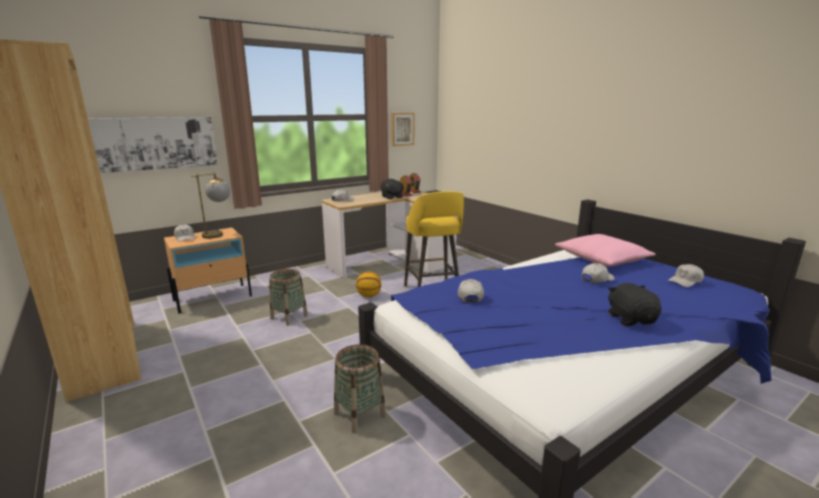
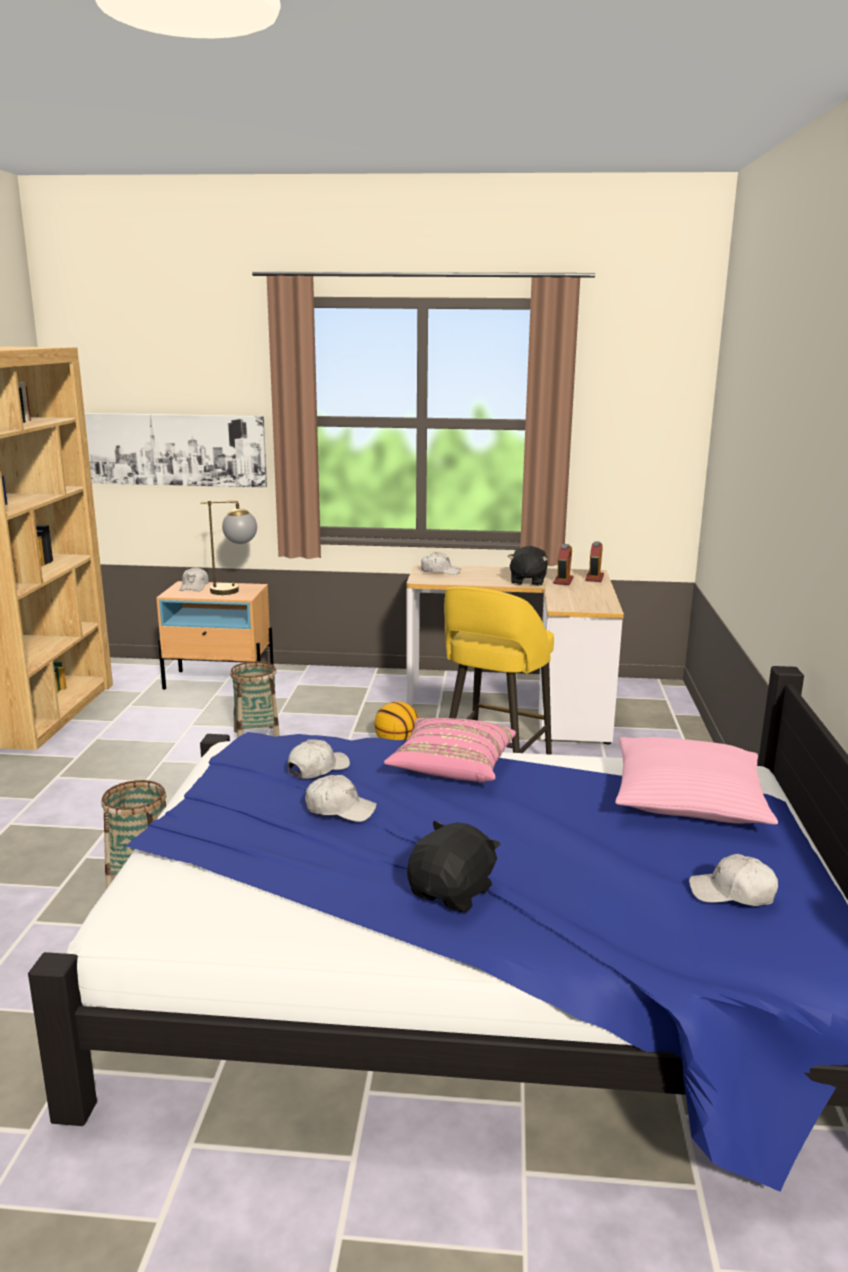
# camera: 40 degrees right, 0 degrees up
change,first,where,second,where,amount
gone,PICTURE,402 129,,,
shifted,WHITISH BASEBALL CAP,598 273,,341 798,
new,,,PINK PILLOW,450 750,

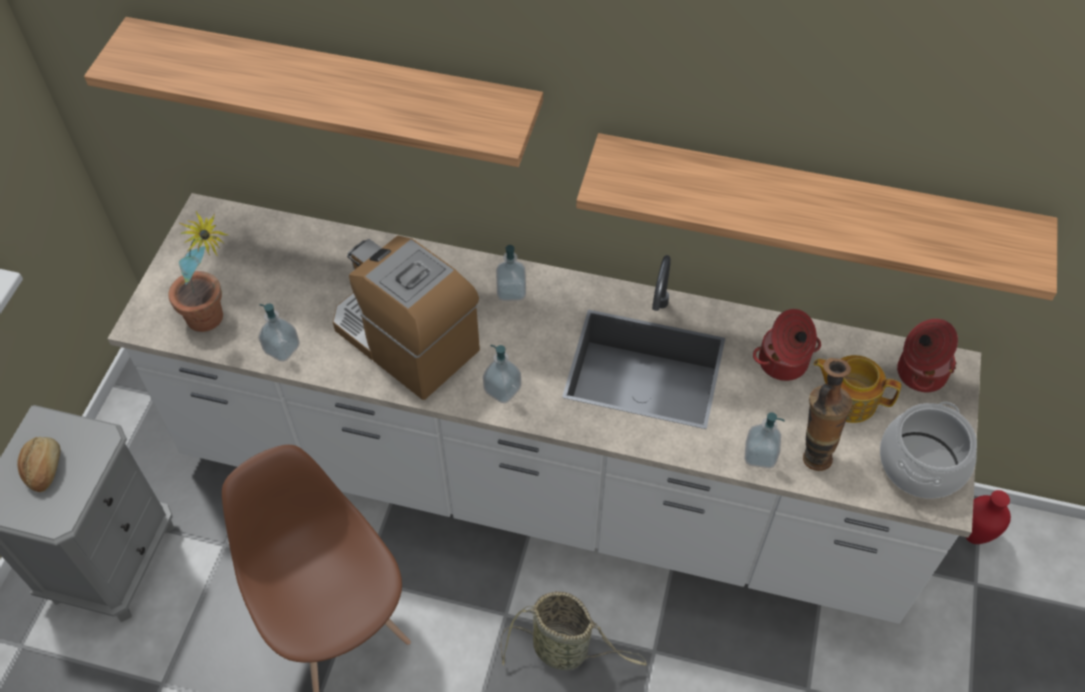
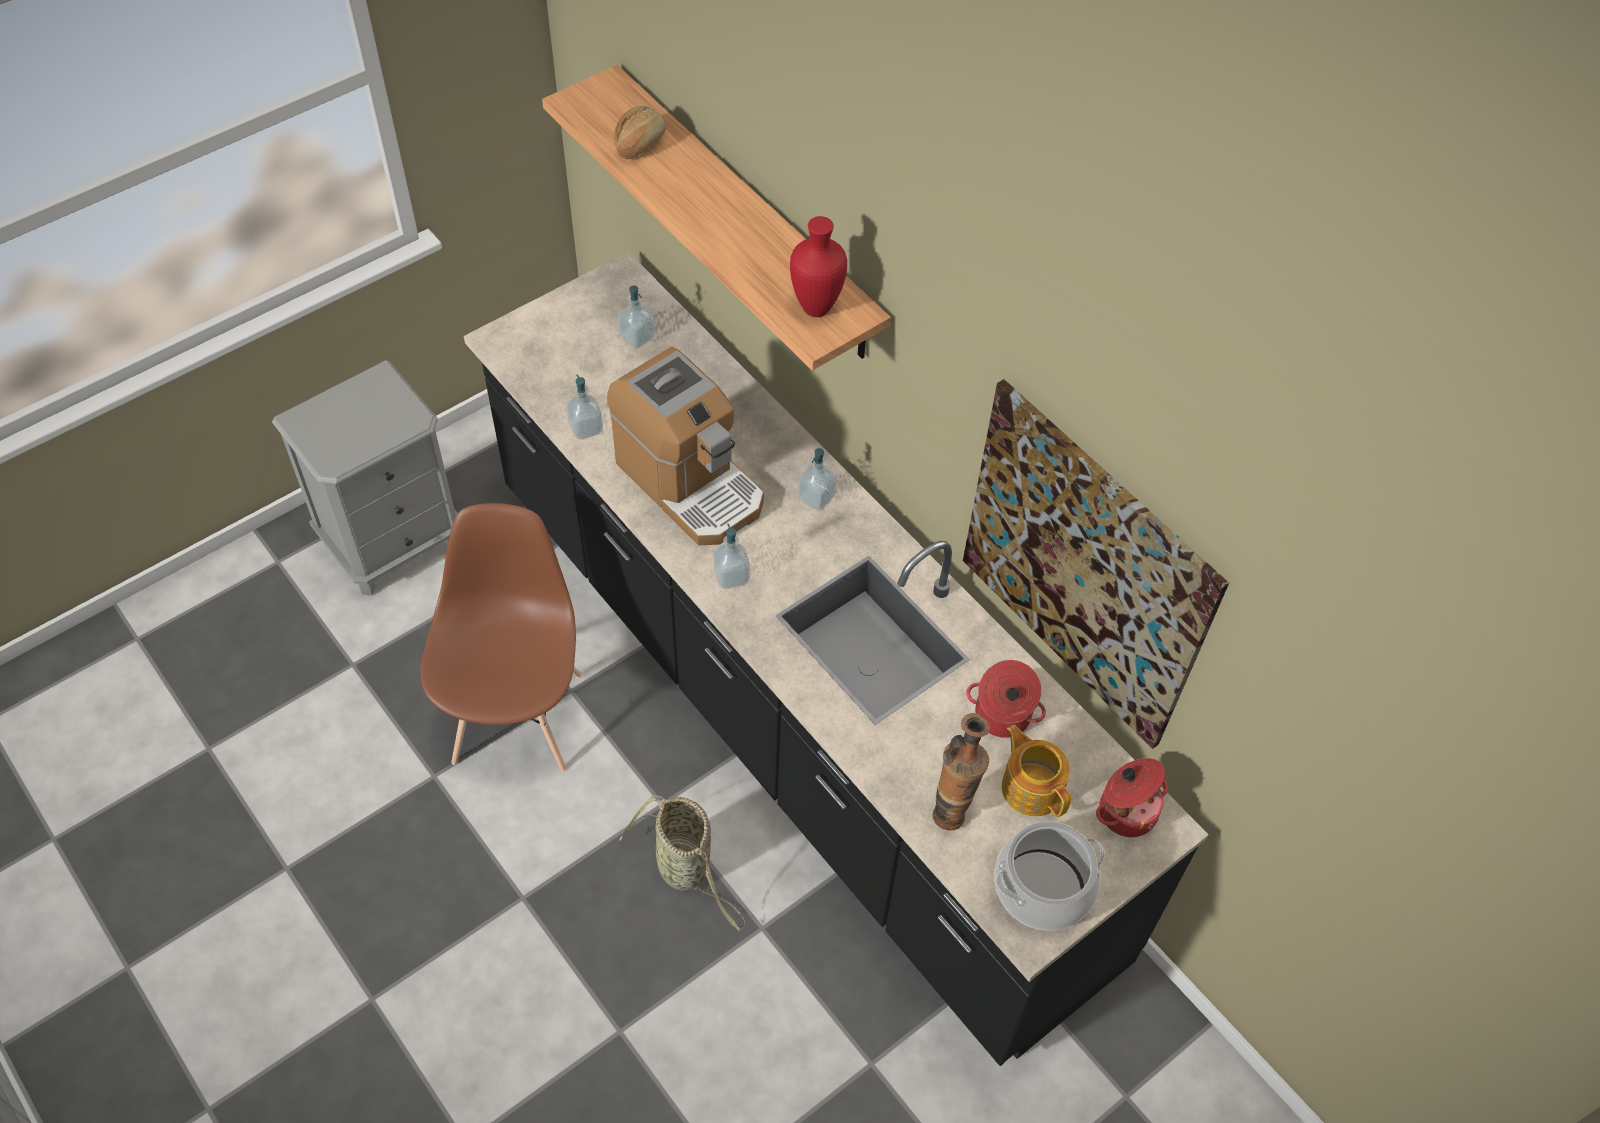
# camera: 35 degrees right, 0 degrees up
change,first,where,second,where,amount
swapped,WALL SHELF,817 217,PICTURE,1096 564,
repainted,WHITISH COUNTER,544 408,BLACK-COLOURED COUNTER,836 659,
gone,PLANT IN A POT,198 271,,,
rotated,COFFEE BREWER,406 318,,685 446,150 degrees clockwise
shifted,SOAP DISPENSER,764 440,,636 317,
shifted,BAKED BREAD,38 464,,640 132,
shifted,RED VASE,988 517,,818 266,

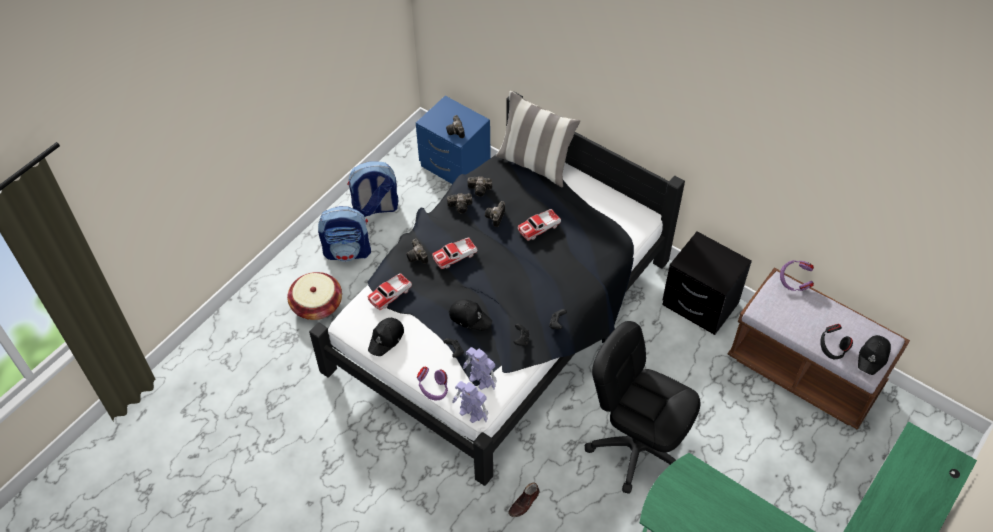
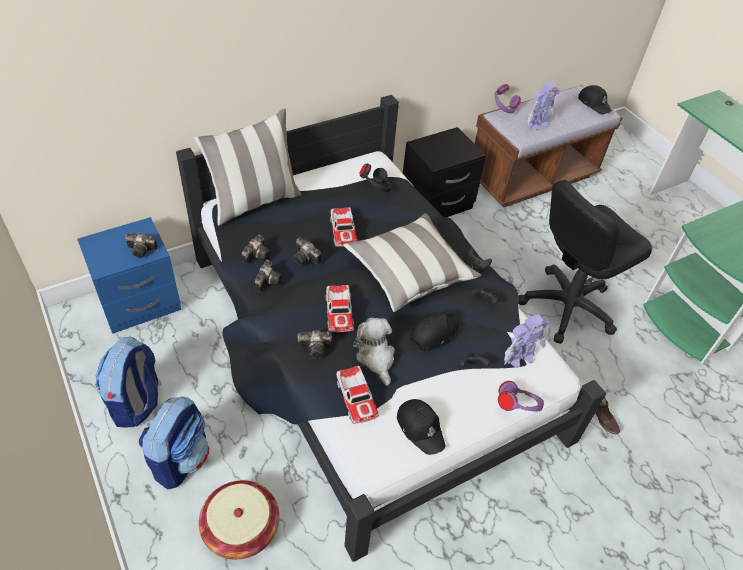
# camera: 70 degrees left, 5 degrees down
change,first,where,second,where,amount
shifted,BLACK-COLOURED HEADPHONES,836 341,,376 177,
shifted,MODEL ROBOT,470 402,,543 106,
new,,,PILLOW,412 262,
new,,,SOFT TOY,374 351,

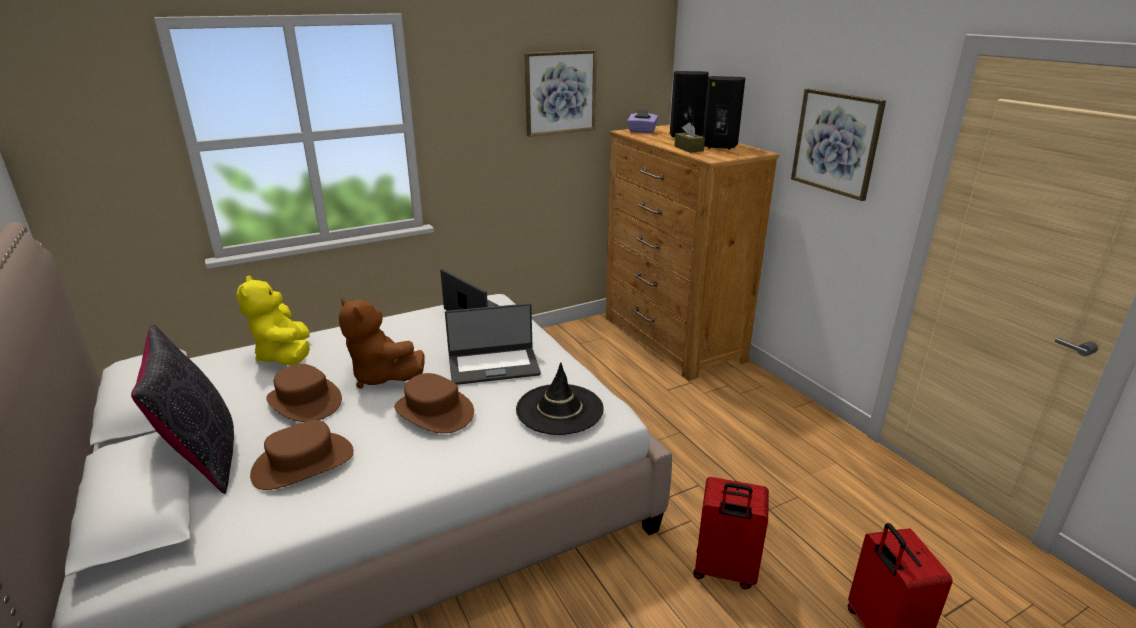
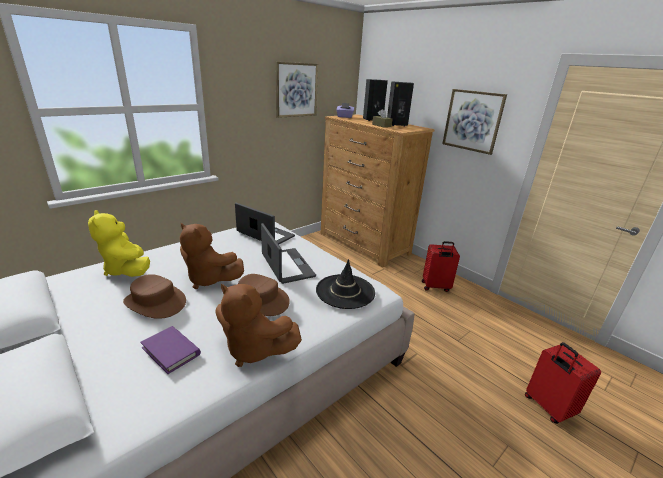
# camera: 15 degrees left, 0 degrees up
change,first,where,second,where,amount
rotated,LAPTOP,493 344,,288 253,90 degrees counterclockwise
gone,BLACK-COLOURED PILLOW,182 409,,,
swapped,BROWN-COLOURED CLOTHING HAT,302 455,PURPLE-COLOURED BOOK,170 350,
shifted,RED TRAVEL CASE,731 533,,441 266,
new,,,BROWN-COLOURED SOFT TOY,258 325,

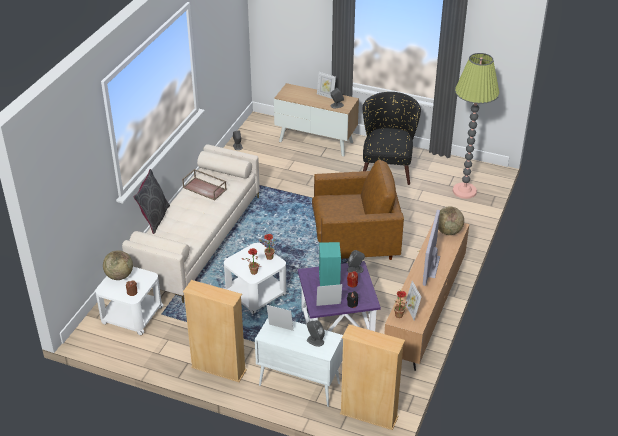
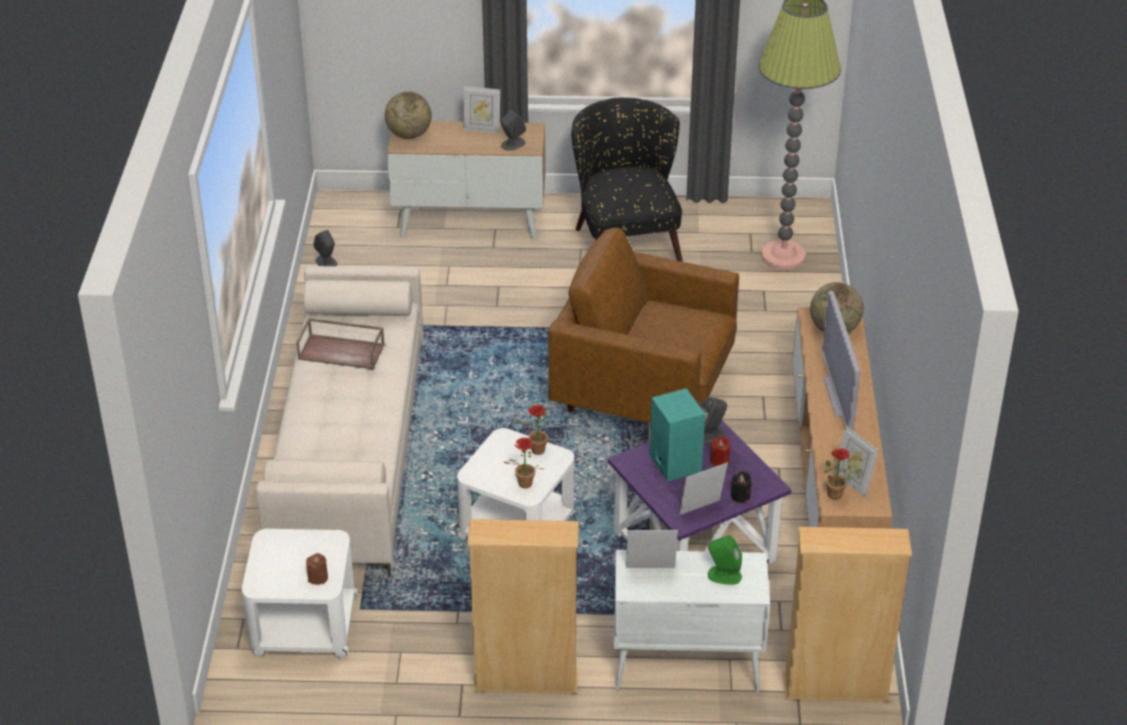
# camera: 20 degrees left, 0 degrees up
change,first,where,second,where,amount
rotated,BROWN-COLOURED LOUNGE CHAIR,358 210,,643 325,135 degrees counterclockwise
gone,GREYISH PILLOW,152 201,,,
shifted,GLOBE,118 265,,408 115,
repainted,GREYISH AUDIO SPEAKER,316 333,GREEN-COLOURED AUDIO SPEAKER,725 560,

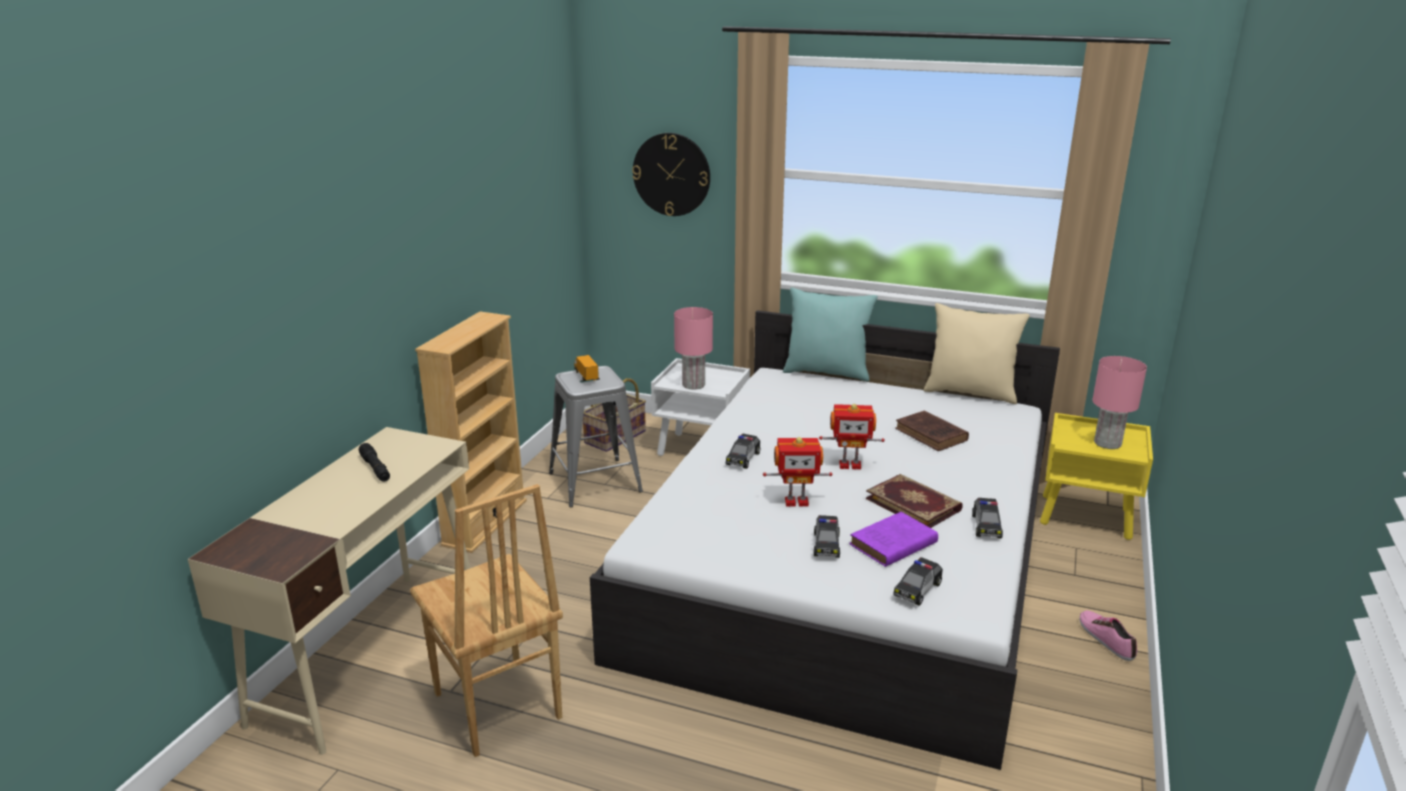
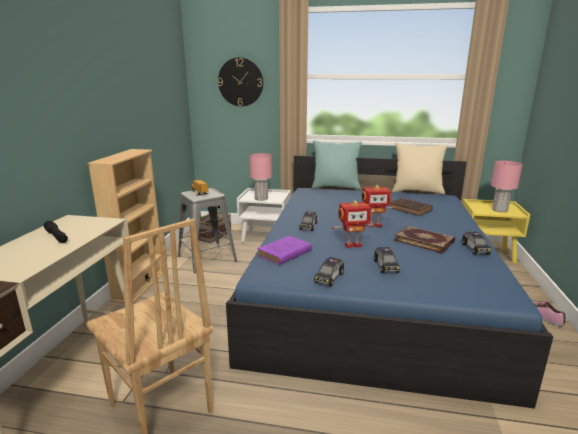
# camera: 10 degrees left, 5 degrees down
change,first,where,second,where,amount
repainted,WHITISH BEDROOM BED,825 540,BLUISH BEDROOM BED,389 282,
shifted,PURPLE-COLOURED BOOK,893 539,,284 250,
shifted,MINIATURE CAR,918 581,,329 272,

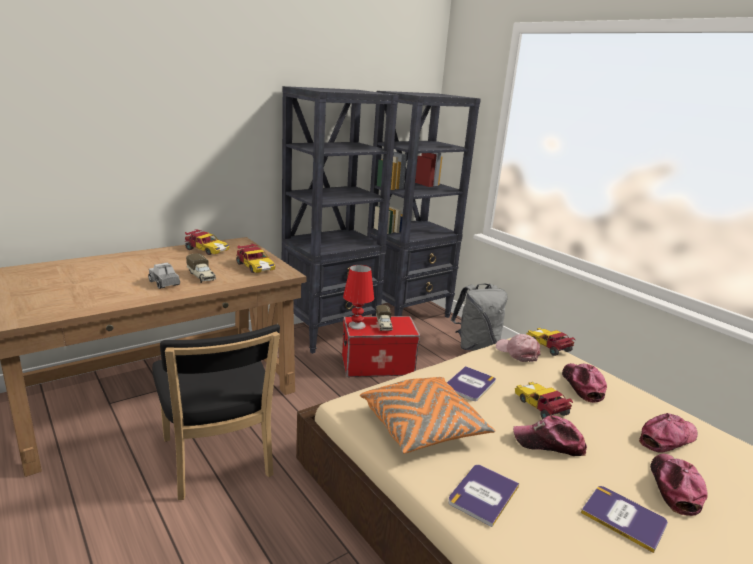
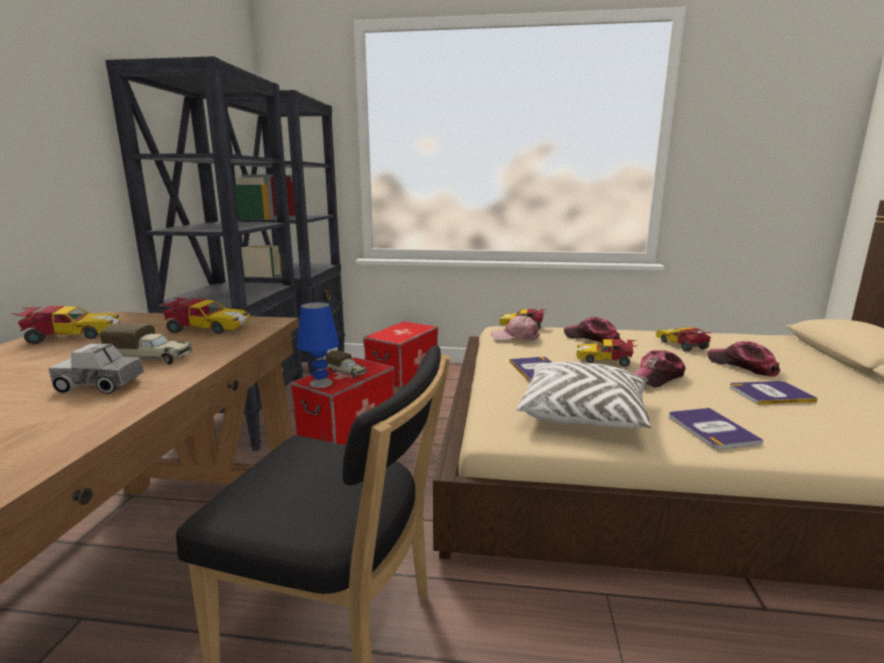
# camera: 45 degrees left, 5 degrees down
change,first,where,second,where,amount
repainted,RED LAMP FOR A TABLE,358 297,BLUISH LAMP FOR A TABLE,318 345,
swapped,GREYISH BACKPACK,479 316,STORAGE CONTAINER,400 354,
repainted,ORANGE-COLOURED PILLOW,427 415,WHITISH PILLOW,584 395,
swapped,BASEBALL CAP,668 433,MINIATURE CAR,684 339,

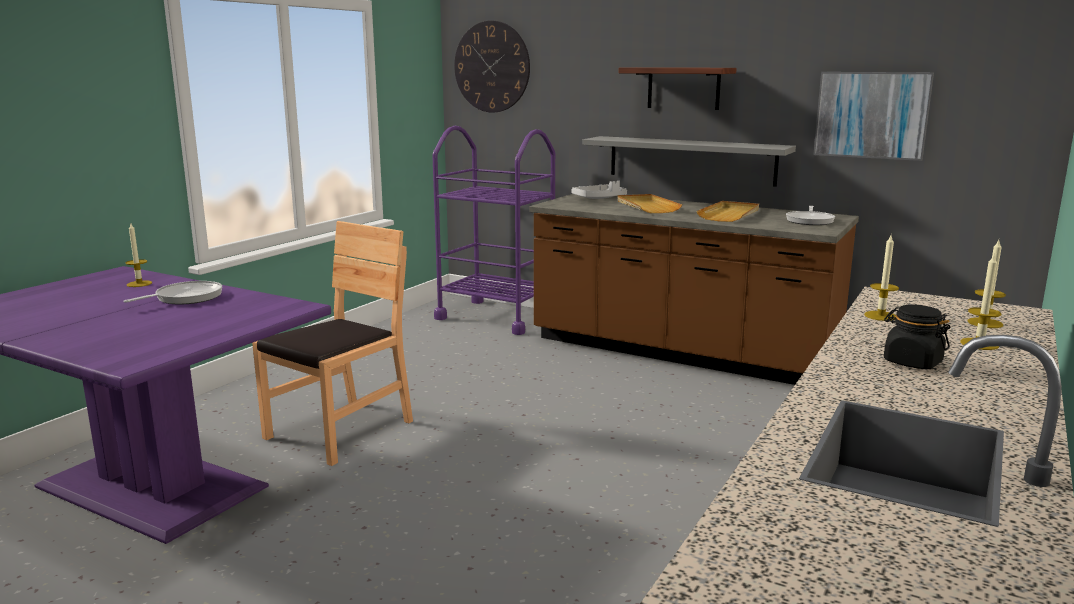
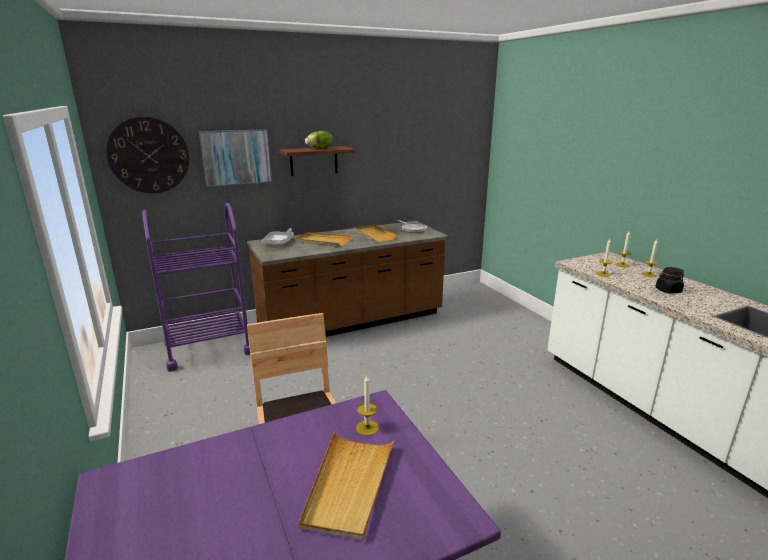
# camera: 55 degrees left, 5 degrees up
change,first,where,second,where,amount
shifted,PICTURE,873 116,,235 158,
gone,GREYISH WALL SHELF,689 161,,,
shifted,WAX LIGHT,138 255,,367 405,
gone,FRYING PAN,172 293,,,
new,,,HEAD OF LETTUCE,319 140,
new,,,BEIGE TRAY,346 485,

